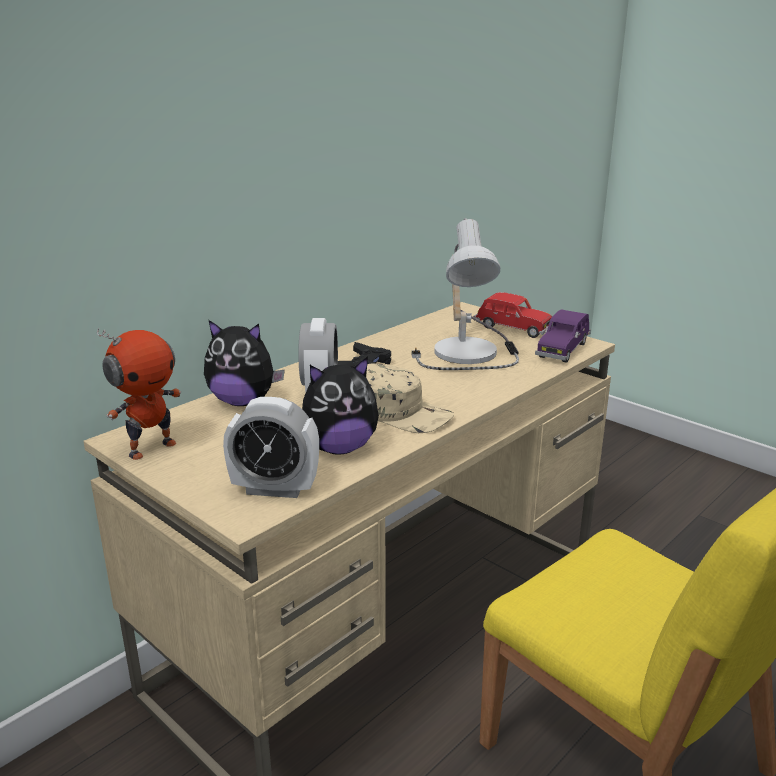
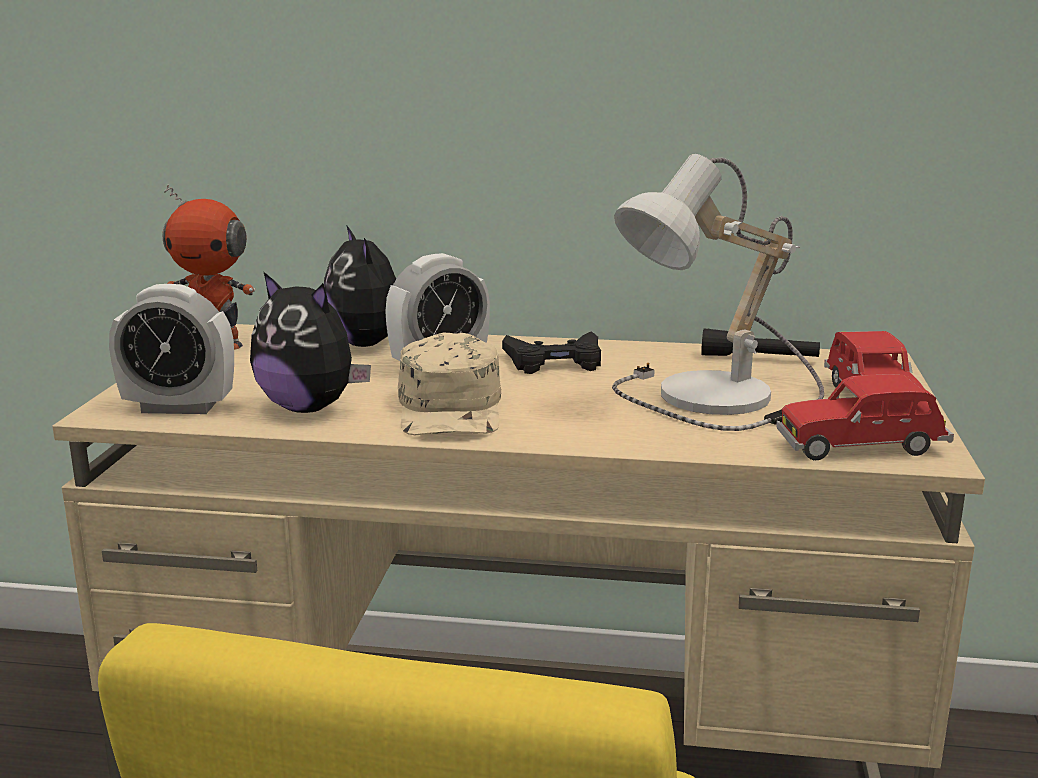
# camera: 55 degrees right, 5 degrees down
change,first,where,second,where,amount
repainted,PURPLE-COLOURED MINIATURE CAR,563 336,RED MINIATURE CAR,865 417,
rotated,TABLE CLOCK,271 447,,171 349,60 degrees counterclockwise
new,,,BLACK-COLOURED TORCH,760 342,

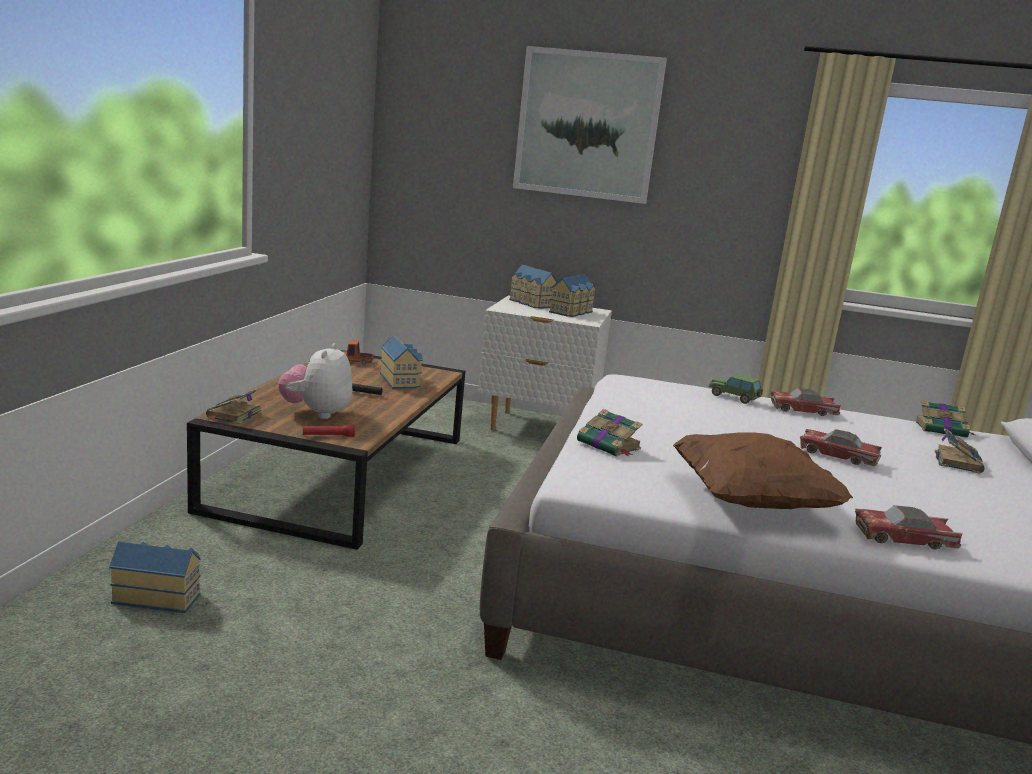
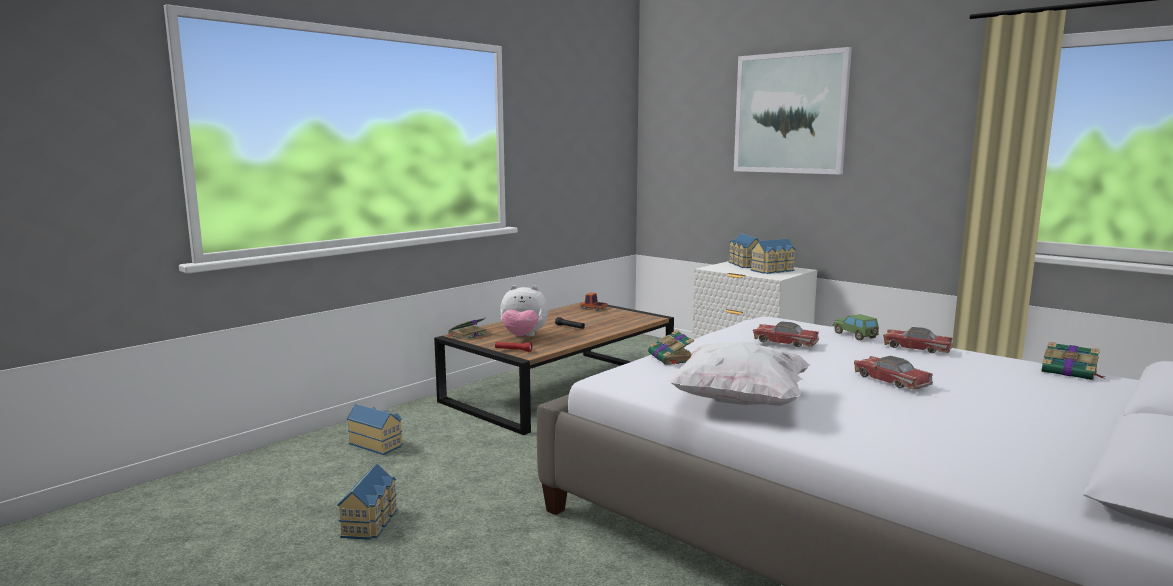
# camera: 30 degrees right, 5 degrees down
change,first,where,second,where,amount
shifted,TOY HOUSE,401 362,,367 502,
rotated,SOFT TOY,315 381,,524 310,120 degrees counterclockwise
gone,BOOK,960 451,,,
repainted,BROWN-COLOURED PILLOW,763 470,WHITISH PILLOW,739 374,
shifted,MINIATURE CAR,909 527,,786 334,

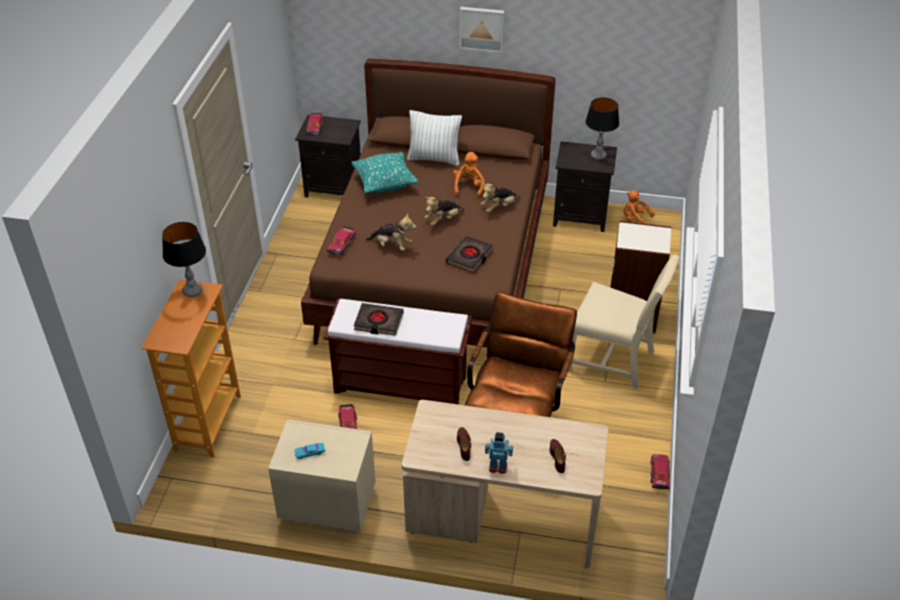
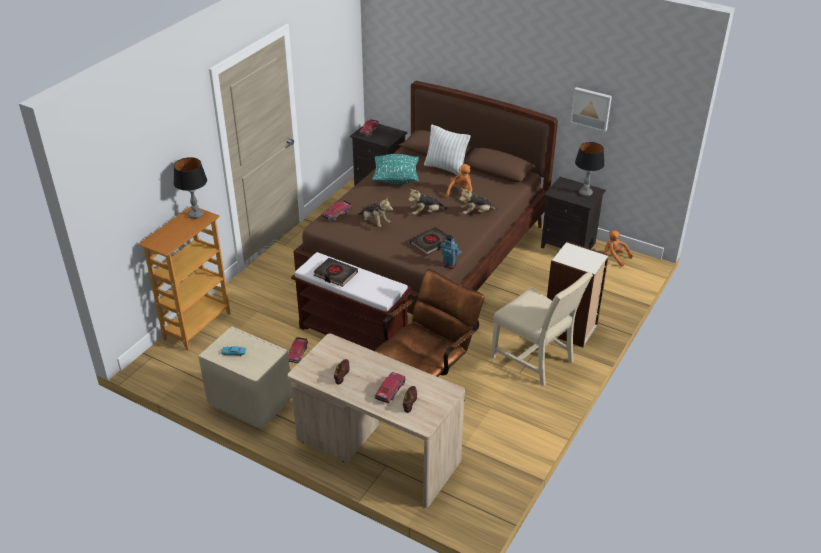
# camera: 20 degrees right, 5 degrees down
change,first,where,second,where,amount
shifted,PICTURE,482 30,,591 109,
shifted,MODEL ROBOT,499 453,,451 252,
shifted,MINIATURE CAR,660 471,,390 387,

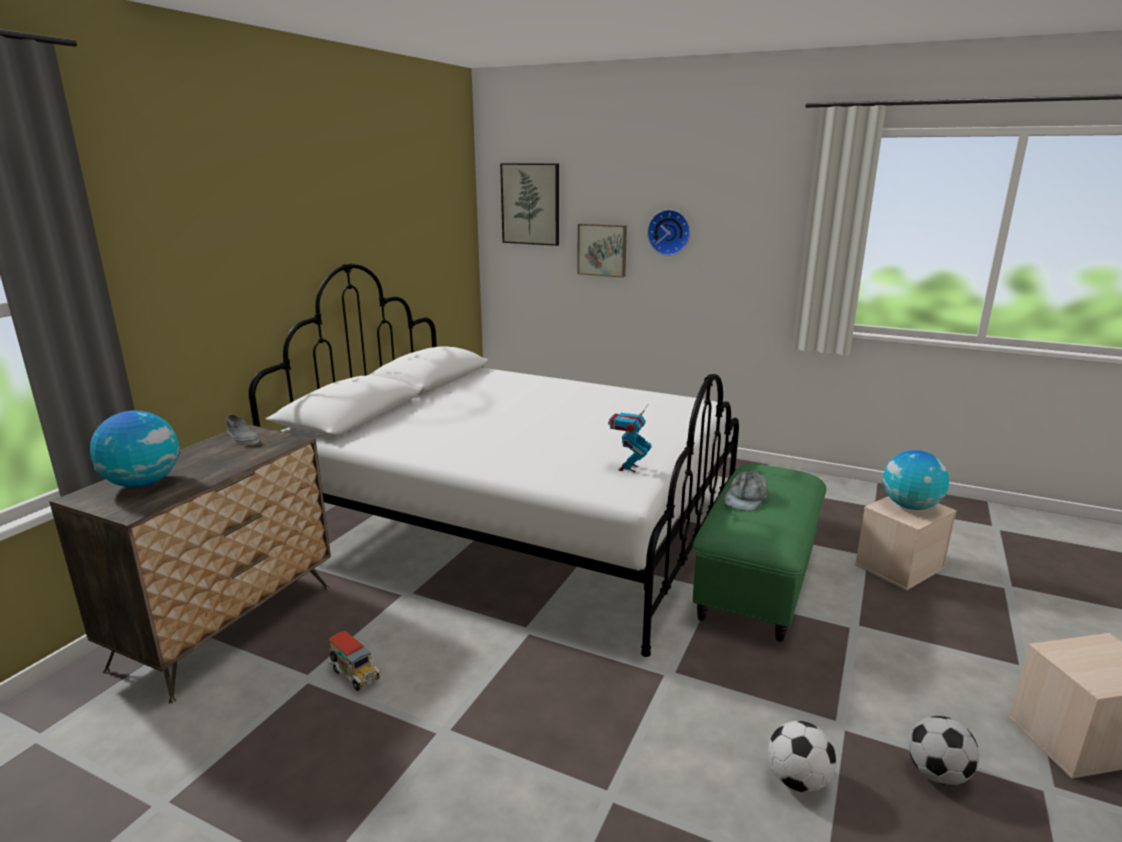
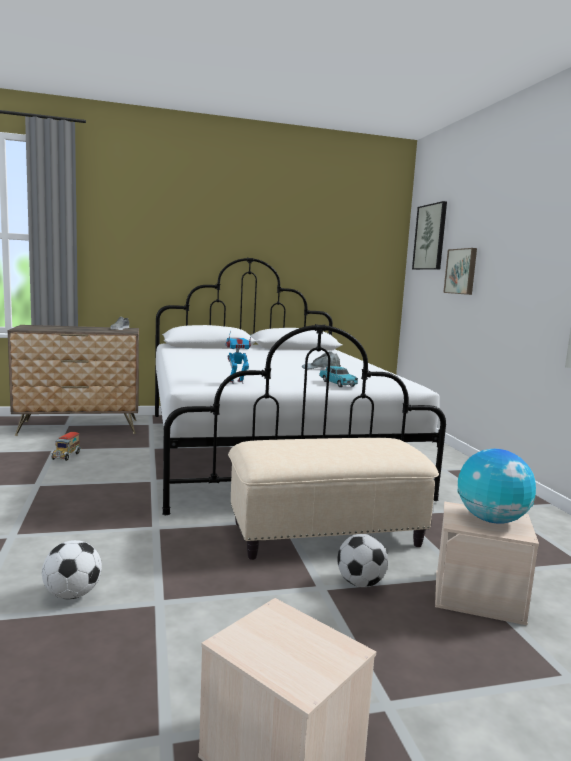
# camera: 50 degrees right, 10 degrees down
change,first,where,second,where,amount
gone,HANGING CLOCK,668 232,,,
gone,GLOBE,135 449,,,
repainted,GREEN-COLOURED POUFFE,759 553,BEIGE POUFFE,333 499,
shifted,GREYISH BASEBALL CAP,746 491,,321 360,
shifted,FOOTBALL,943 751,,362 560,
new,,,TURQUOISE-COLOURED MINIATURE CAR,338 376,

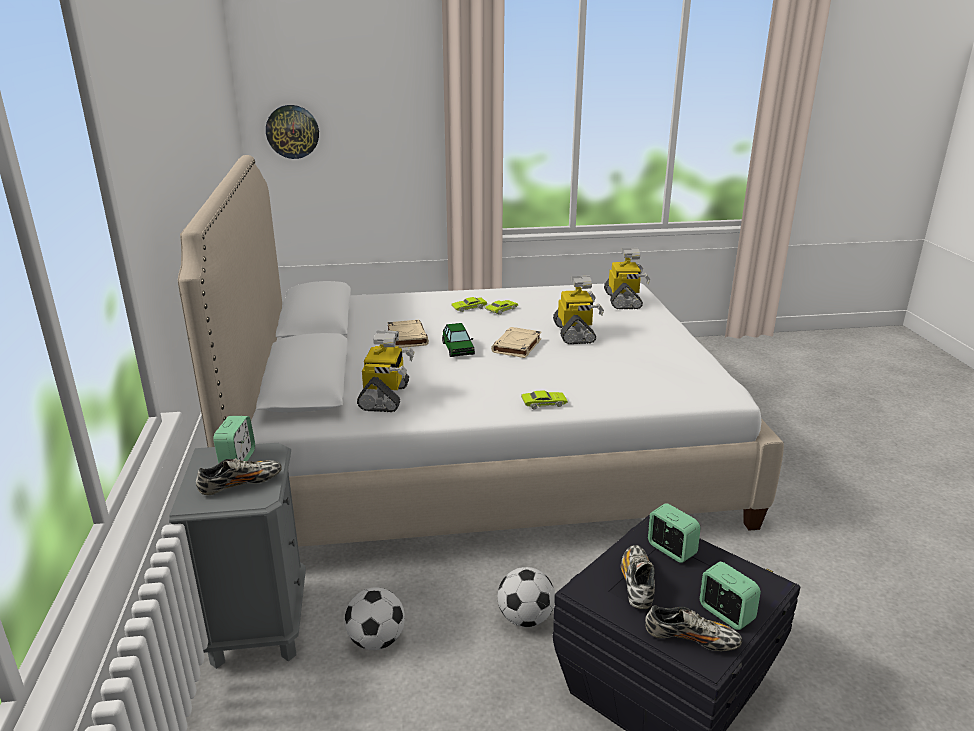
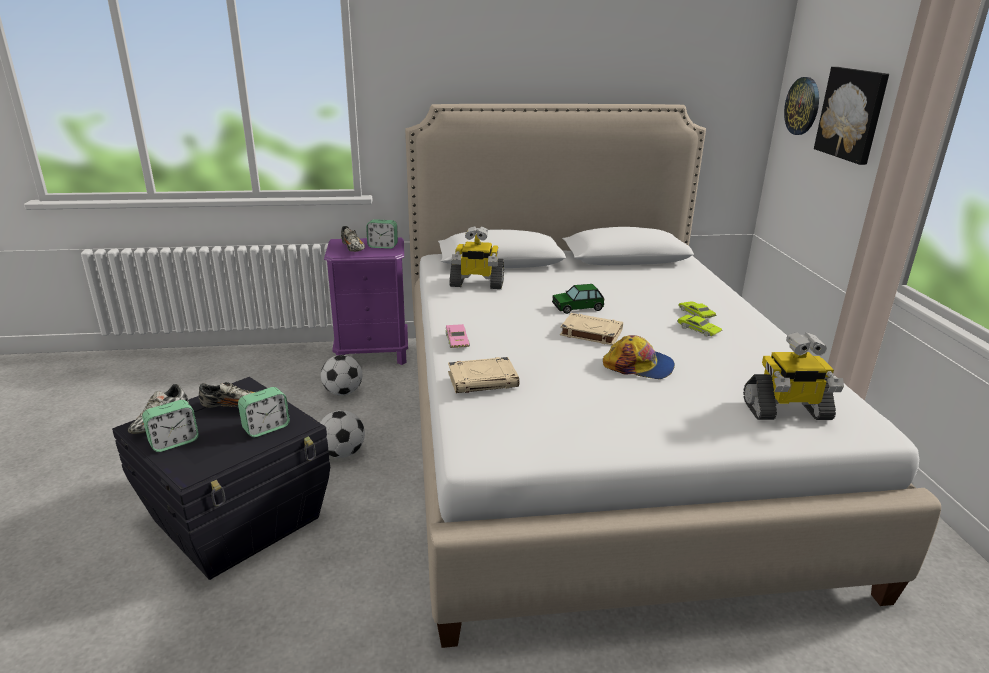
# camera: 90 degrees right, 0 degrees up
change,first,where,second,where,amount
swapped,MODEL ROBOT,578 309,BASEBALL CAP,639 357,
shifted,BEIGE BOOK,408 334,,483 375,
repainted,GREEN-COLOURED MINIATURE CAR,544 400,PINK MINIATURE CAR,458 336,
repainted,GREYISH NIGHT TABLE,237 556,PURPLE-COLOURED NIGHT TABLE,366 301,
new,,,PICTURE,851 116,

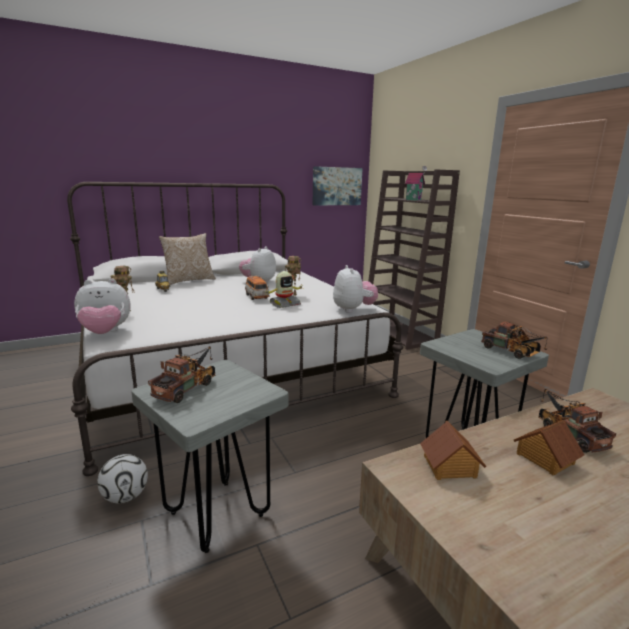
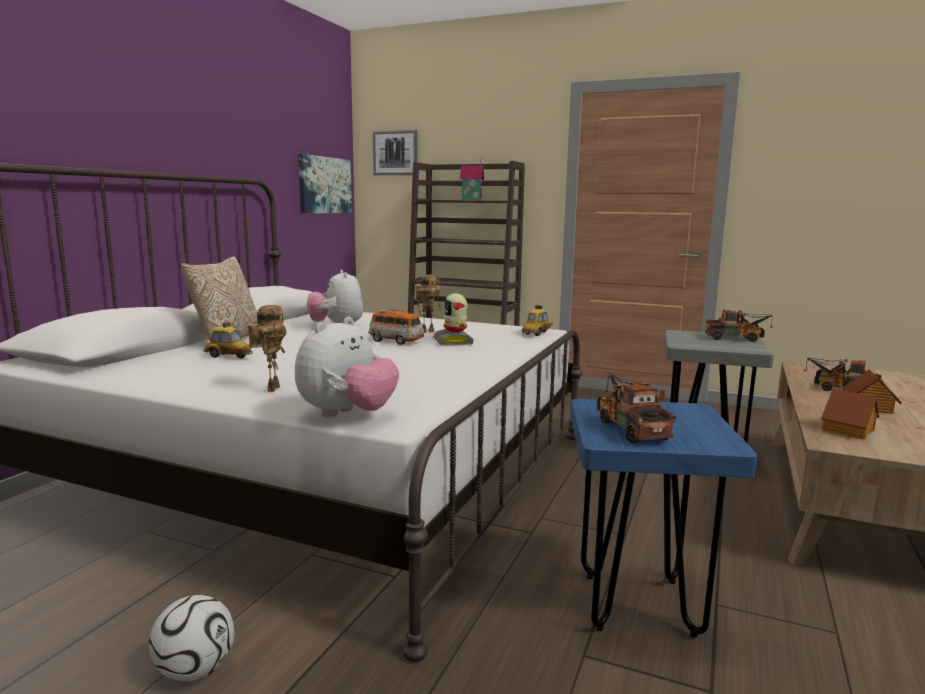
# camera: 40 degrees left, 5 degrees down
change,first,where,second,where,amount
swapped,SOFT TOY,355 289,MINIATURE CAR,537 320,
rotated,MODEL ROBOT,284 289,,453 319,150 degrees clockwise
repainted,GREYISH STOOL,210 456,BLUISH STOOL,664 518,
shifted,FOOTBALL,122 479,,192 638,
new,,,PICTURE,395 152,

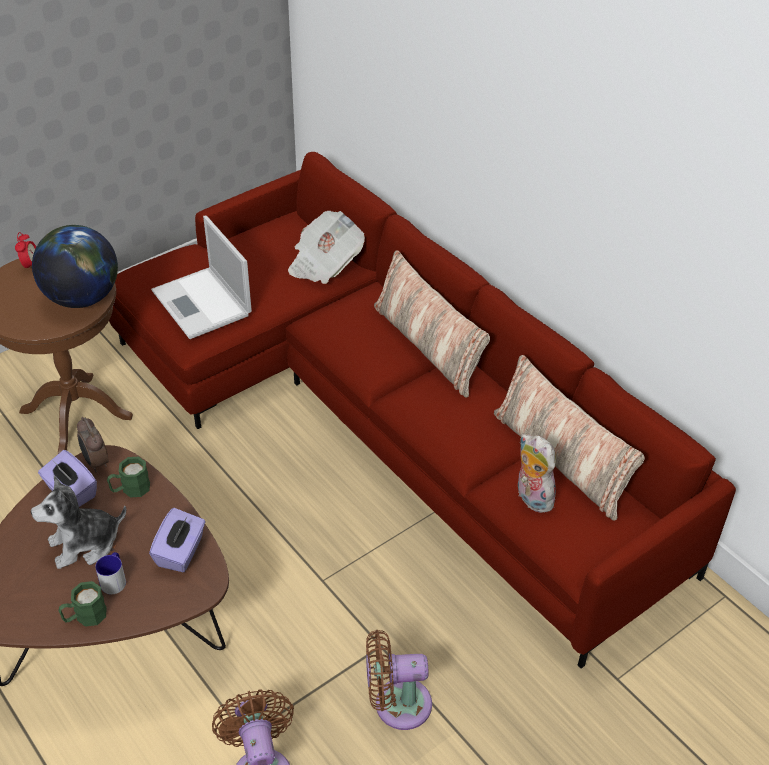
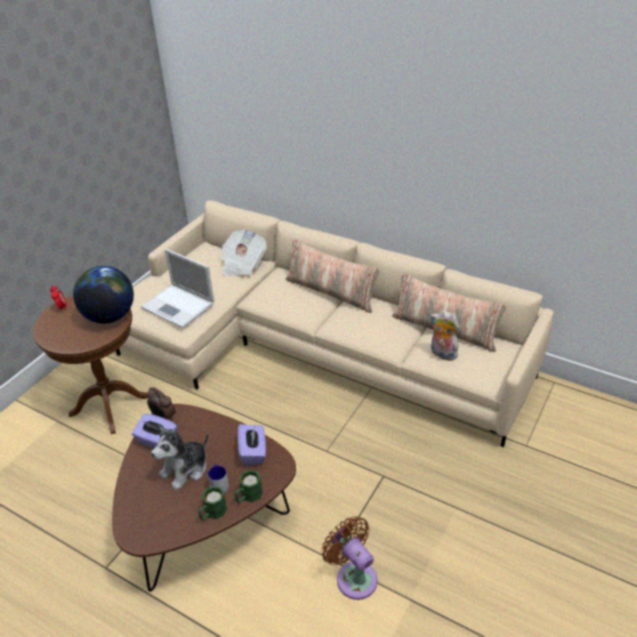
# camera: 20 degrees left, 5 degrees down
change,first,where,second,where,amount
repainted,RED SETTEE,422 410,BEIGE SETTEE,335 323,
shifted,GREEN-COLOURED TEA MUG,128 477,,249 486,
gone,BROWN-COLOURED COOLING FAN,399 680,,,

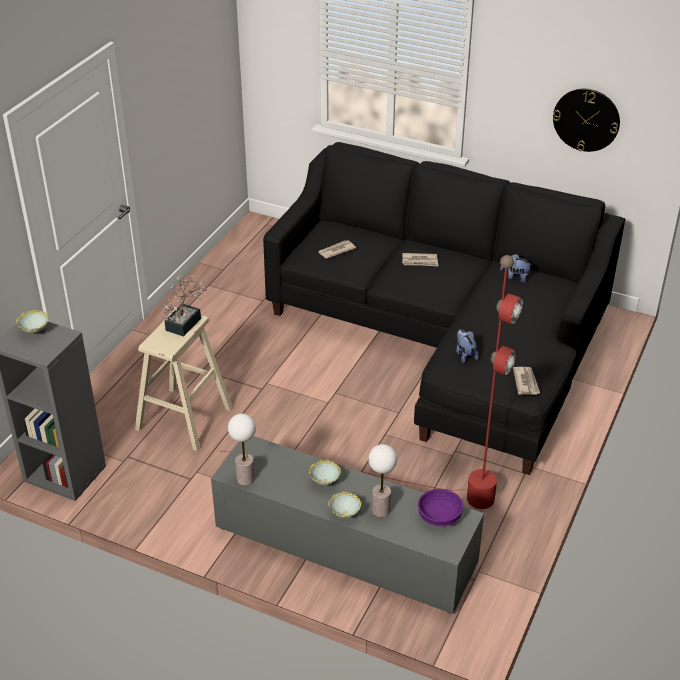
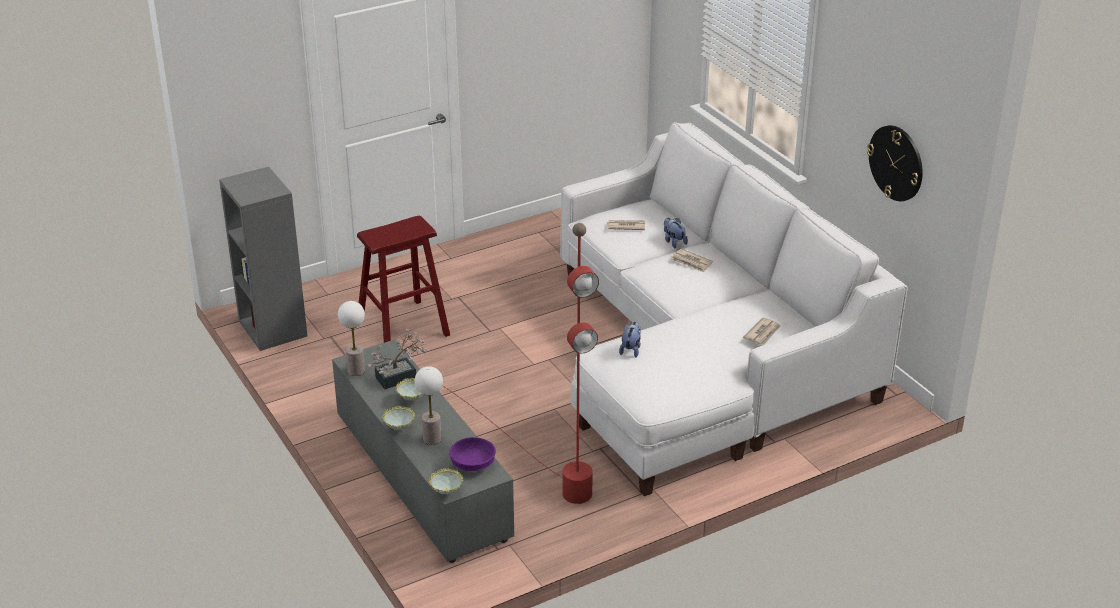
# camera: 35 degrees right, 5 degrees down
change,first,where,second,where,amount
repainted,BLACK-COLOURED SETTEE,444 308,WHITISH SETTEE,734 309,
shifted,SOFT TOY,516 268,,676 233,
shifted,PLANT IN A POT,184 306,,397 359,
repainted,BEIGE STOOL,184 379,RED STOOL,403 279,
shifted,DEEP DISH,32 321,,446 481,
shifted,PRINTED PAPER,526 381,,762 331,

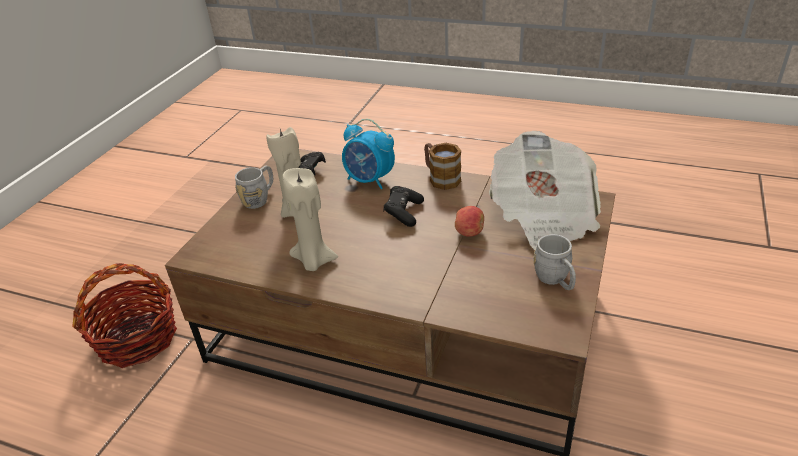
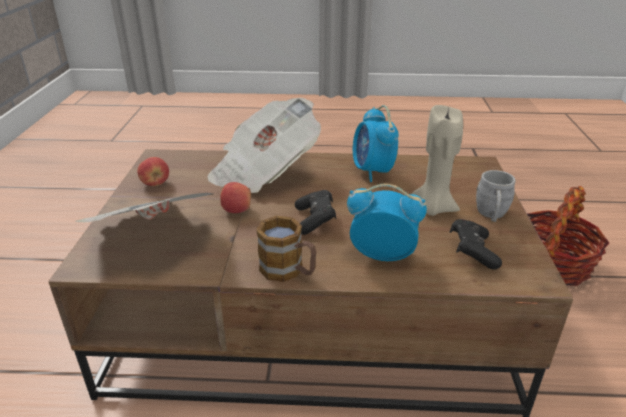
# camera: 160 degrees right, 5 degrees down
change,first,where,second,where,amount
swapped,BEIGE WAX LIGHT,310 219,TABLE CLOCK,376 143,
swapped,GREYISH TEA MUG,554 262,APPLE,153 171,
new,,,PRINTED PAPER,264 145,

